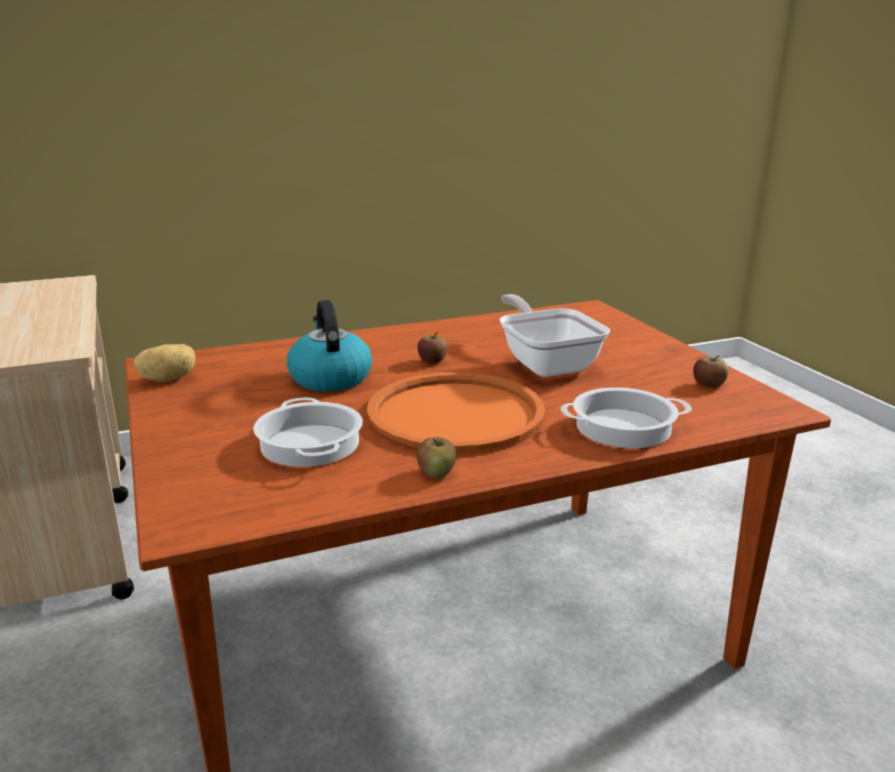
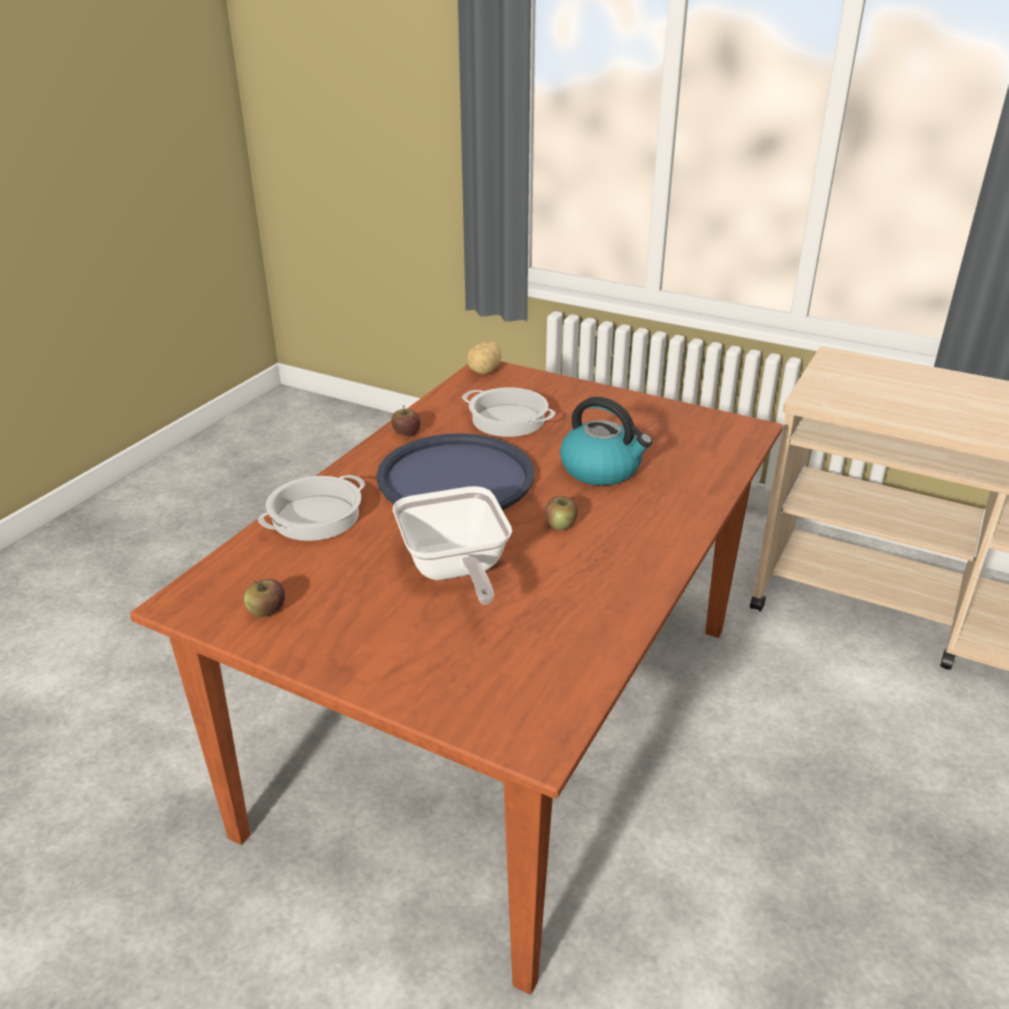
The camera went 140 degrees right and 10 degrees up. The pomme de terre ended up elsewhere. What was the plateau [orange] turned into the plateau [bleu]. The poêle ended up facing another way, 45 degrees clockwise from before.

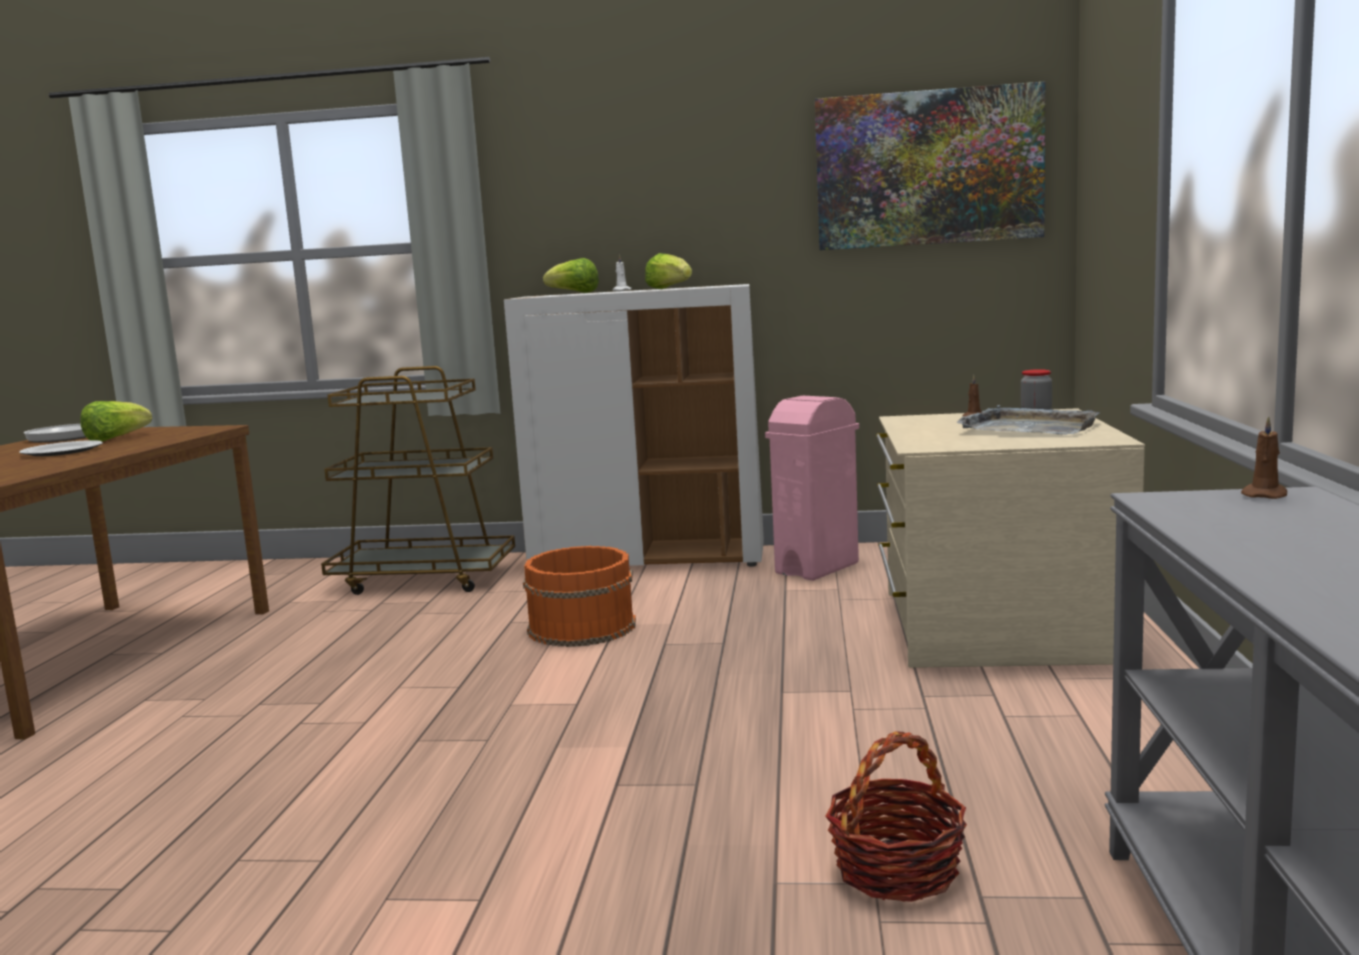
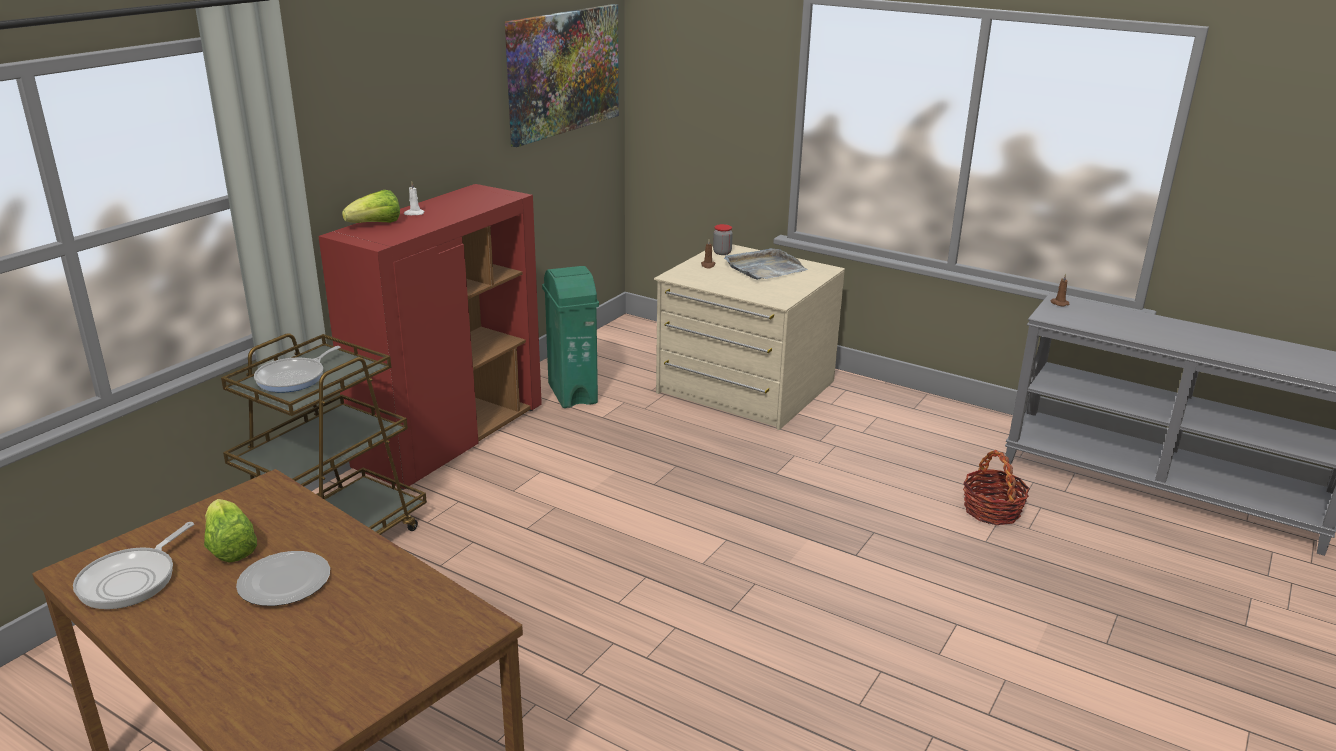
The camera went 65 degrees left and 15 degrees up. The second view lost the seau [orange]. The second view lost the laitue (no. 3 from left). The second view gained the poêle (no. 2 from left). What was the meuble de rangement [blanc] turned into the meuble de rangement [rouge]. What was the poubelle [rose] turned into the poubelle [vert].

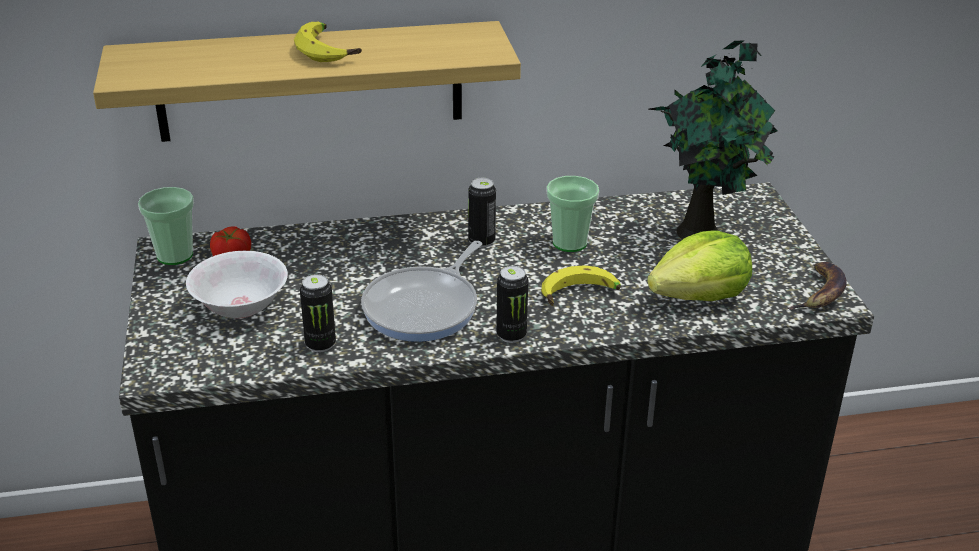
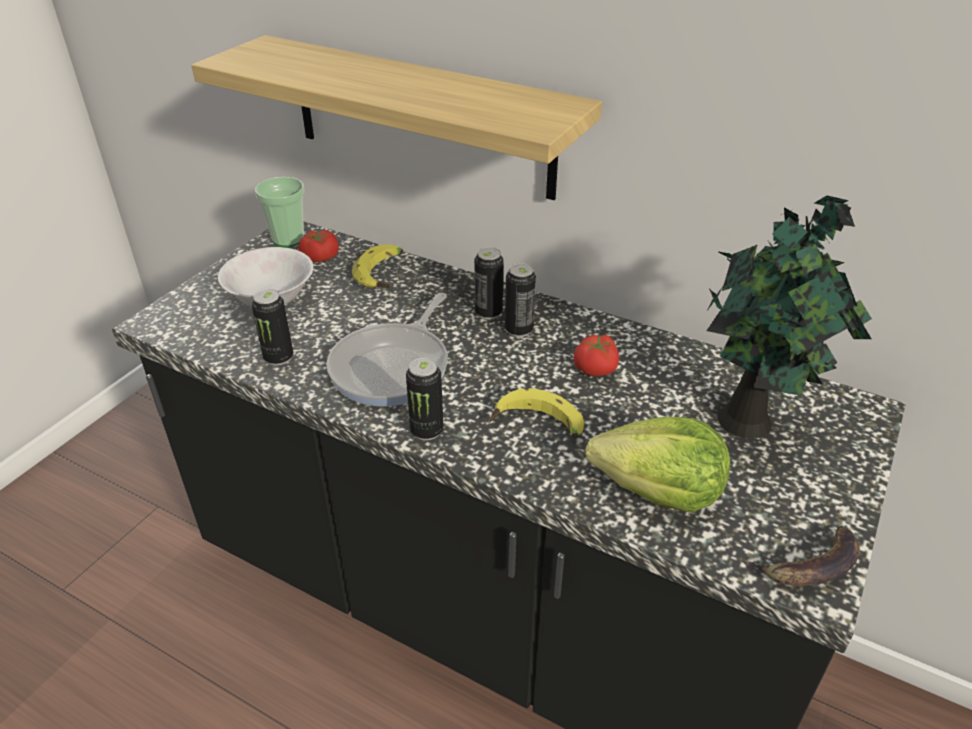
The camera went 40 degrees right and 5 degrees up. The second view gained the boîte métallique (no. 3 from left). The banane (no. 1 from left) ended up elsewhere. Where the tasse (no. 2 from left) stood, the tomate (no. 2 from left) came to stand. The poêle ended up facing another way, 45 degrees counterclockwise from before.

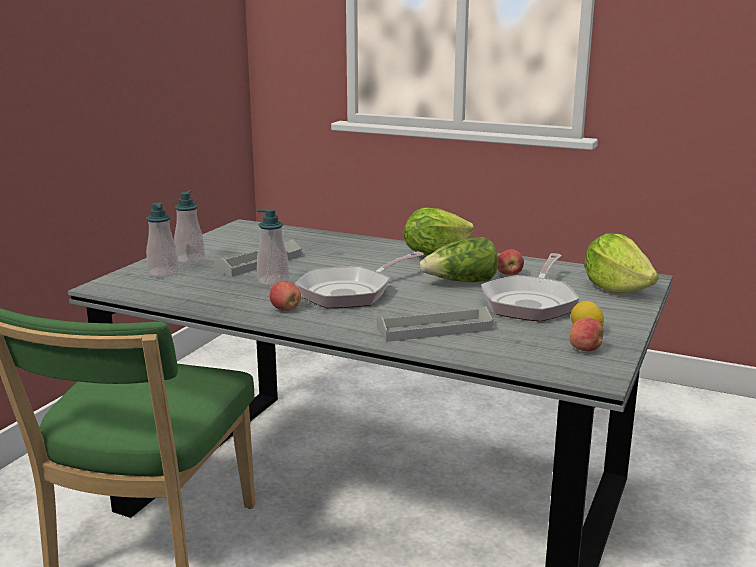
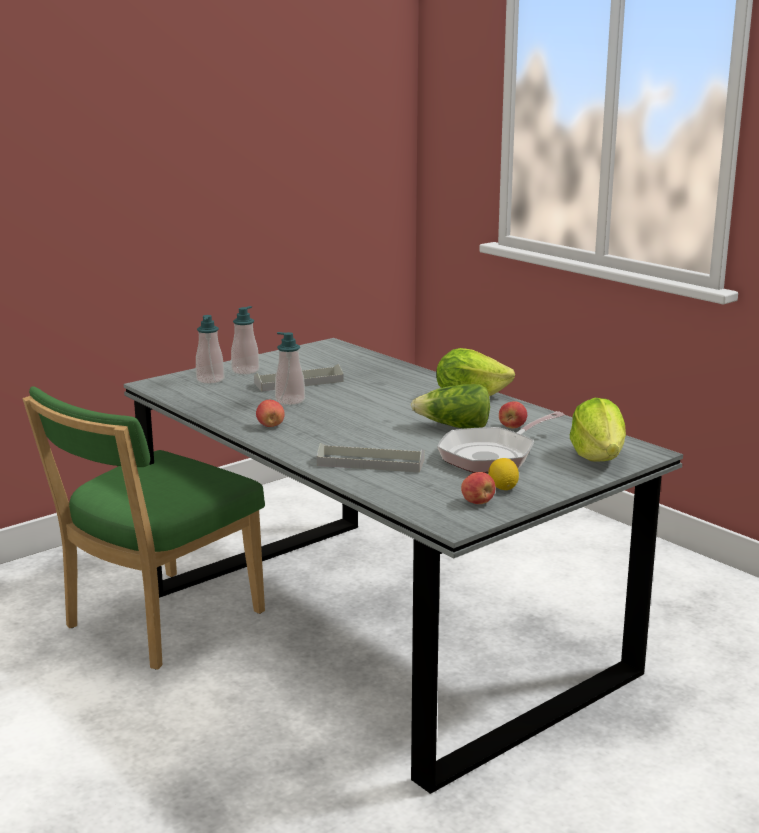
The camera went 25 degrees right and 0 degrees up. The second view lost the poêle (no. 1 from left).

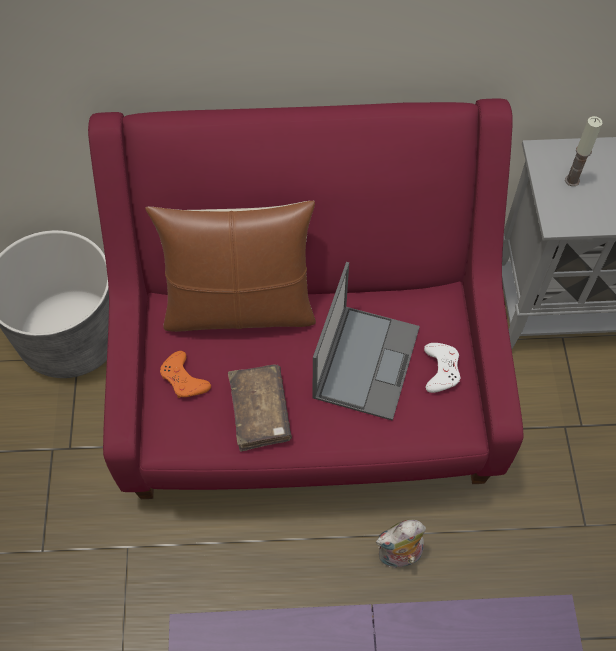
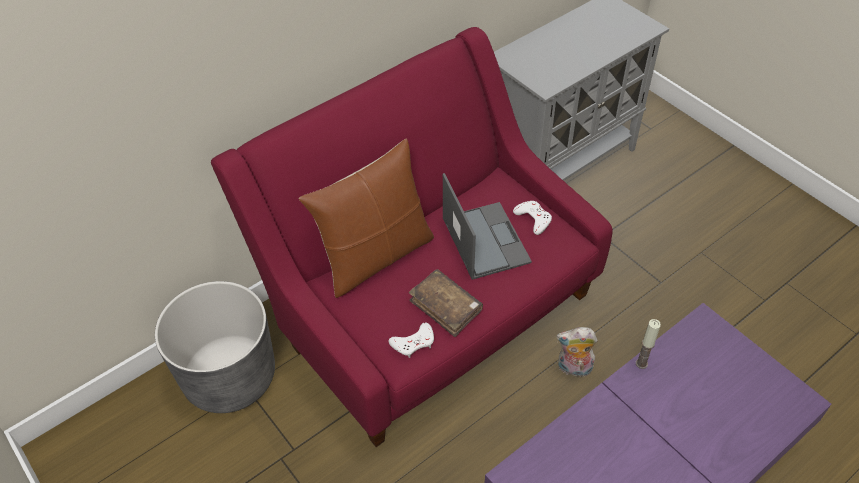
The camera went 35 degrees left and 10 degrees down. The second view lost the manette [orange]. The second view gained the manette [blanc] (no. 1 from left). The bougie ended up elsewhere. The peluche ended up facing another way, 60 degrees clockwise from before.

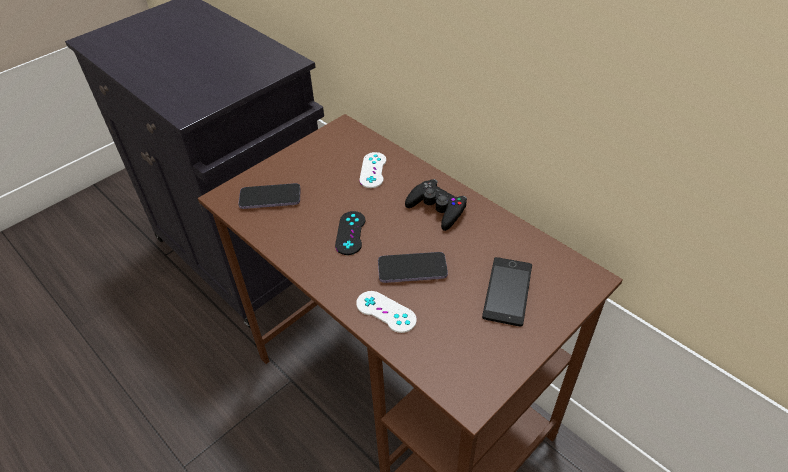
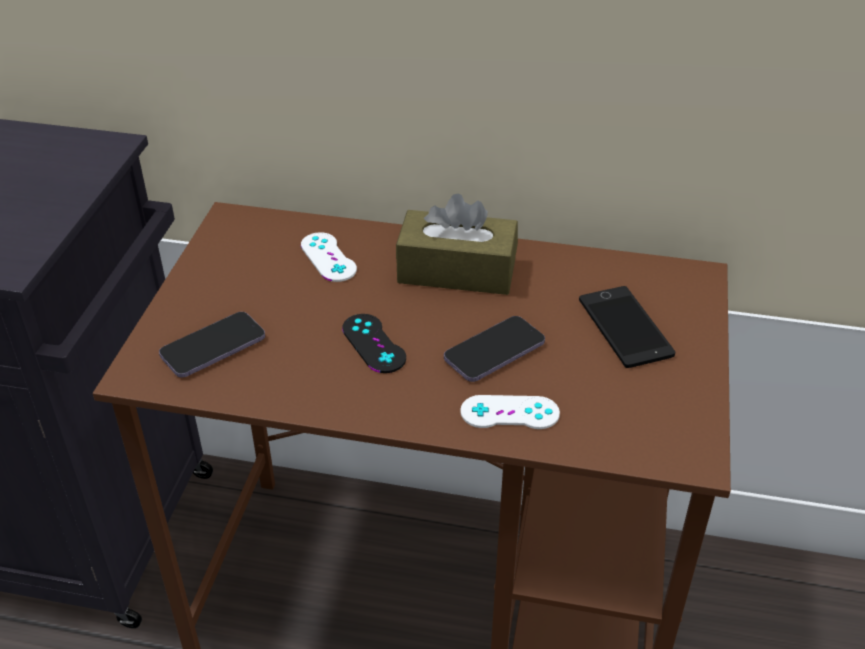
The camera went 35 degrees left and 5 degrees down. Where the manette [noir] (no. 2 from left) stood, the boîte à mouchoirs [marron] came to stand.

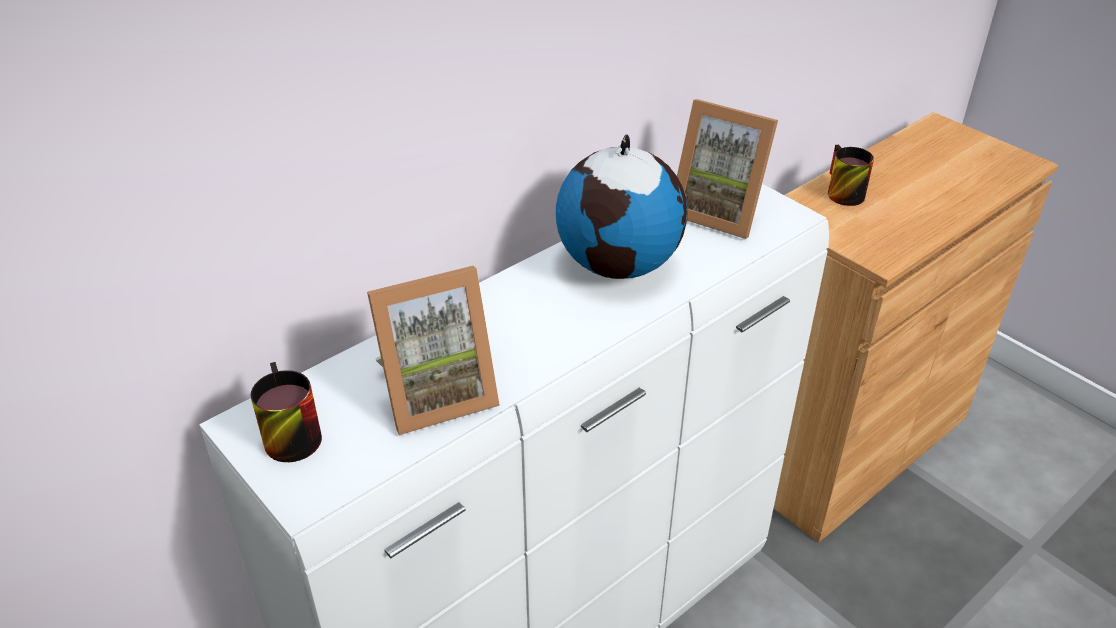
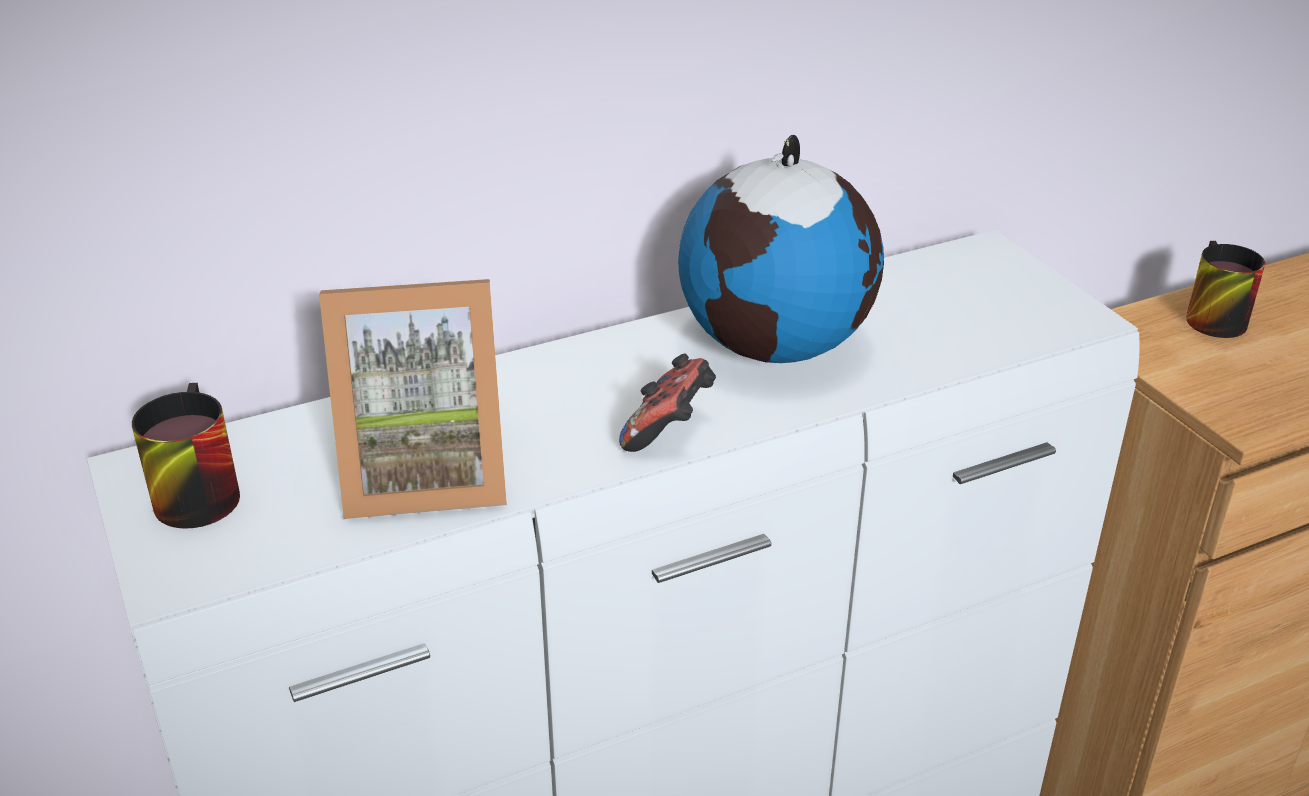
The camera went 15 degrees right and 5 degrees down. The second view lost the cadre photo (no. 2 from left). The second view gained the manette.

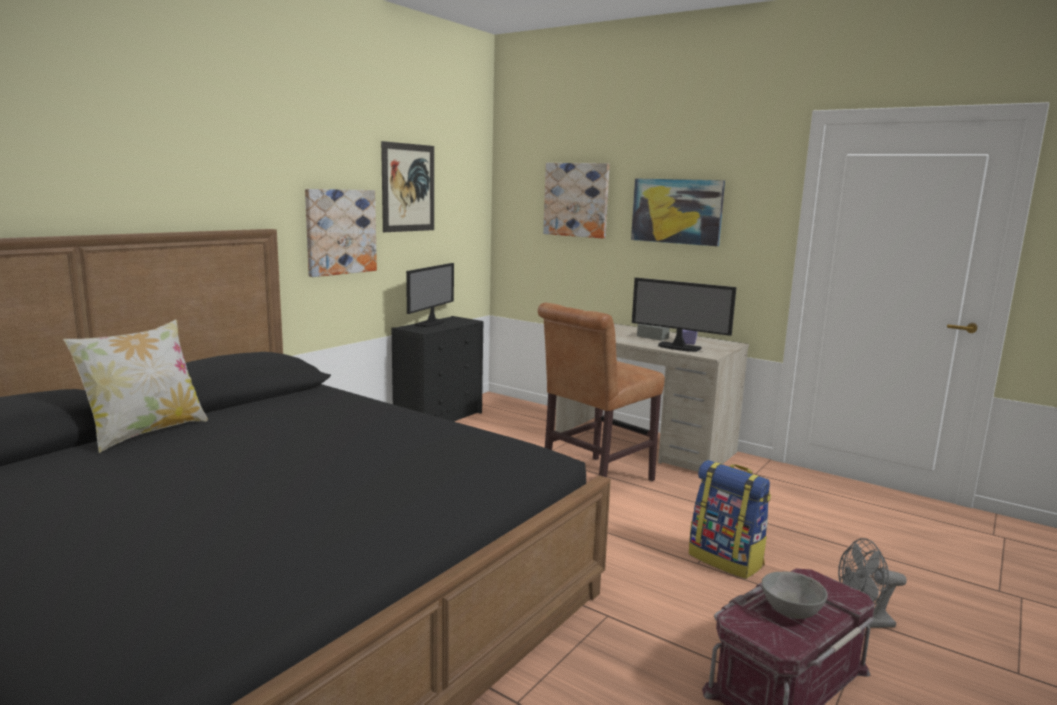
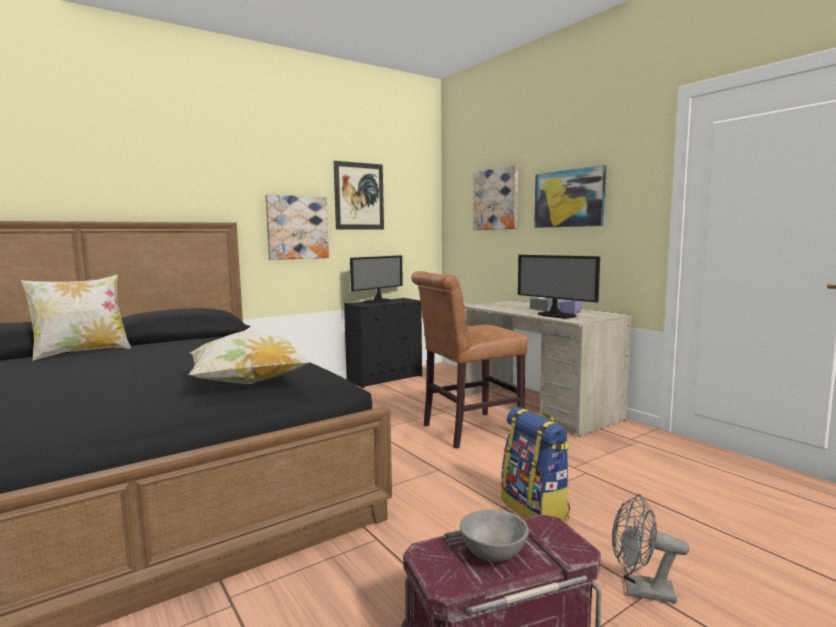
The camera went 20 degrees right and 5 degrees down. The second view gained the coussin (no. 2 from left).

